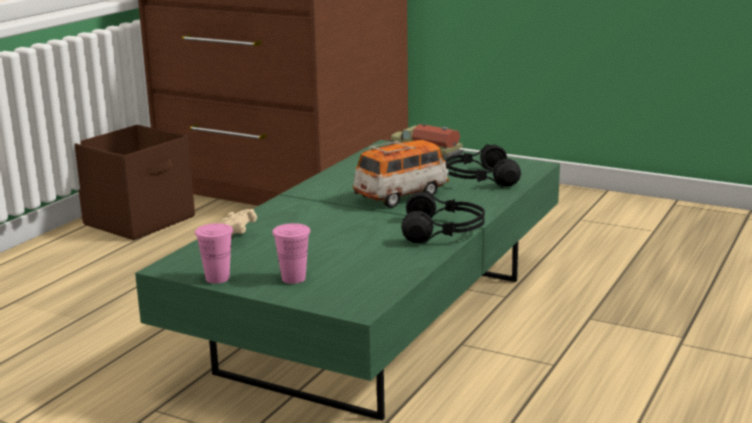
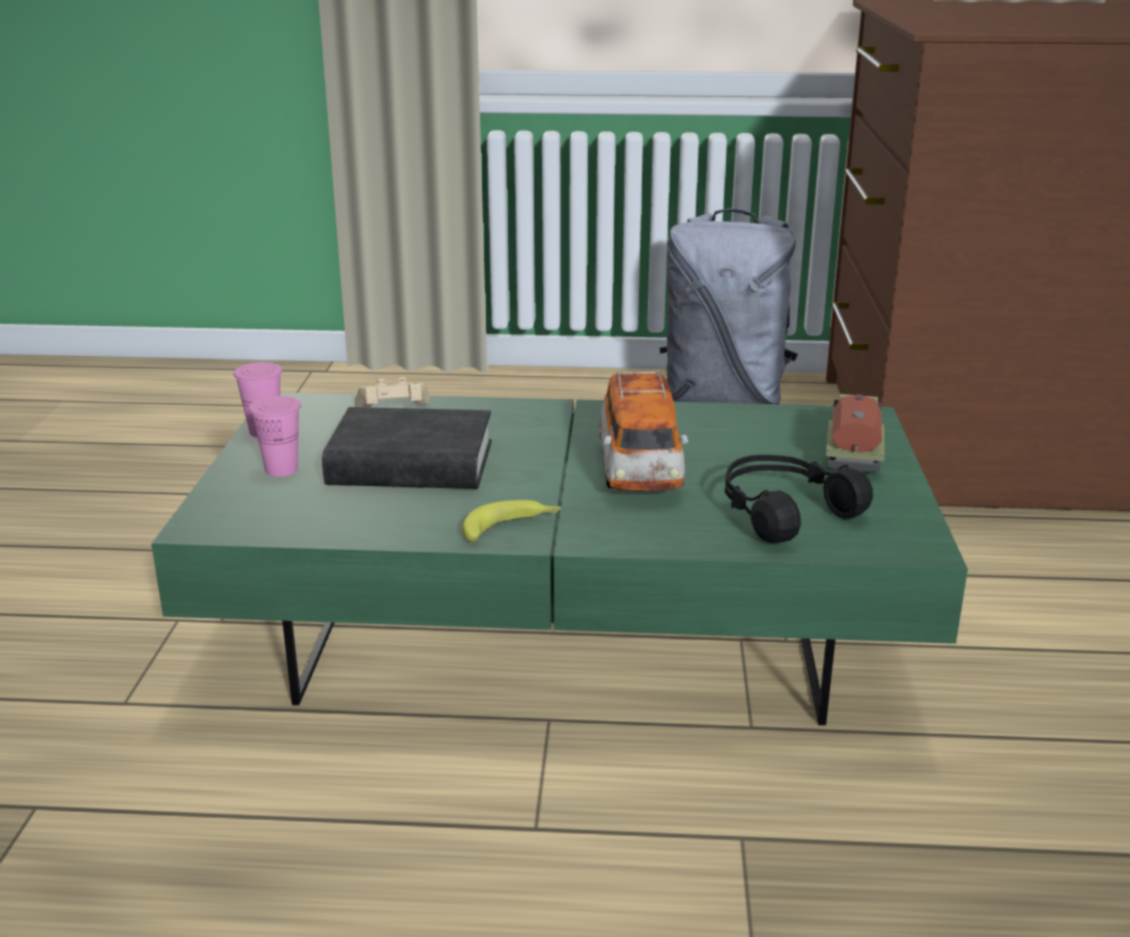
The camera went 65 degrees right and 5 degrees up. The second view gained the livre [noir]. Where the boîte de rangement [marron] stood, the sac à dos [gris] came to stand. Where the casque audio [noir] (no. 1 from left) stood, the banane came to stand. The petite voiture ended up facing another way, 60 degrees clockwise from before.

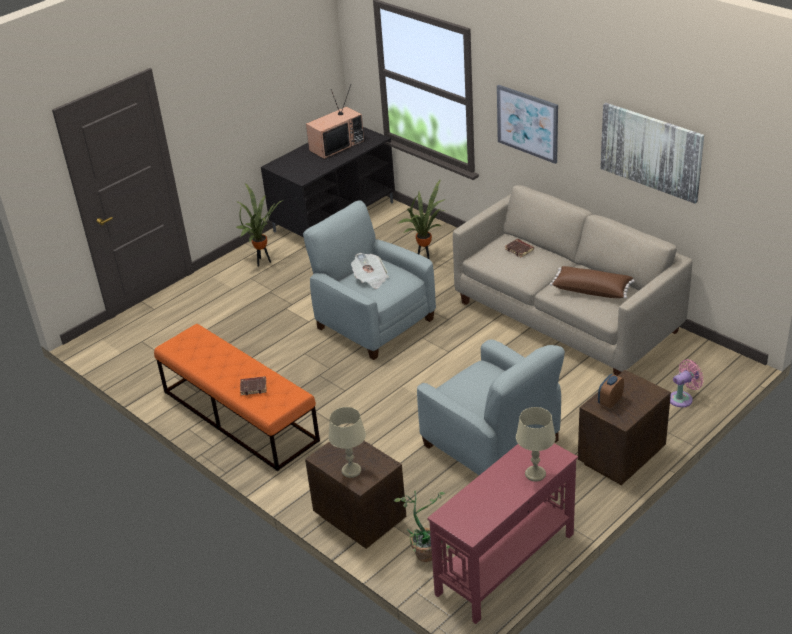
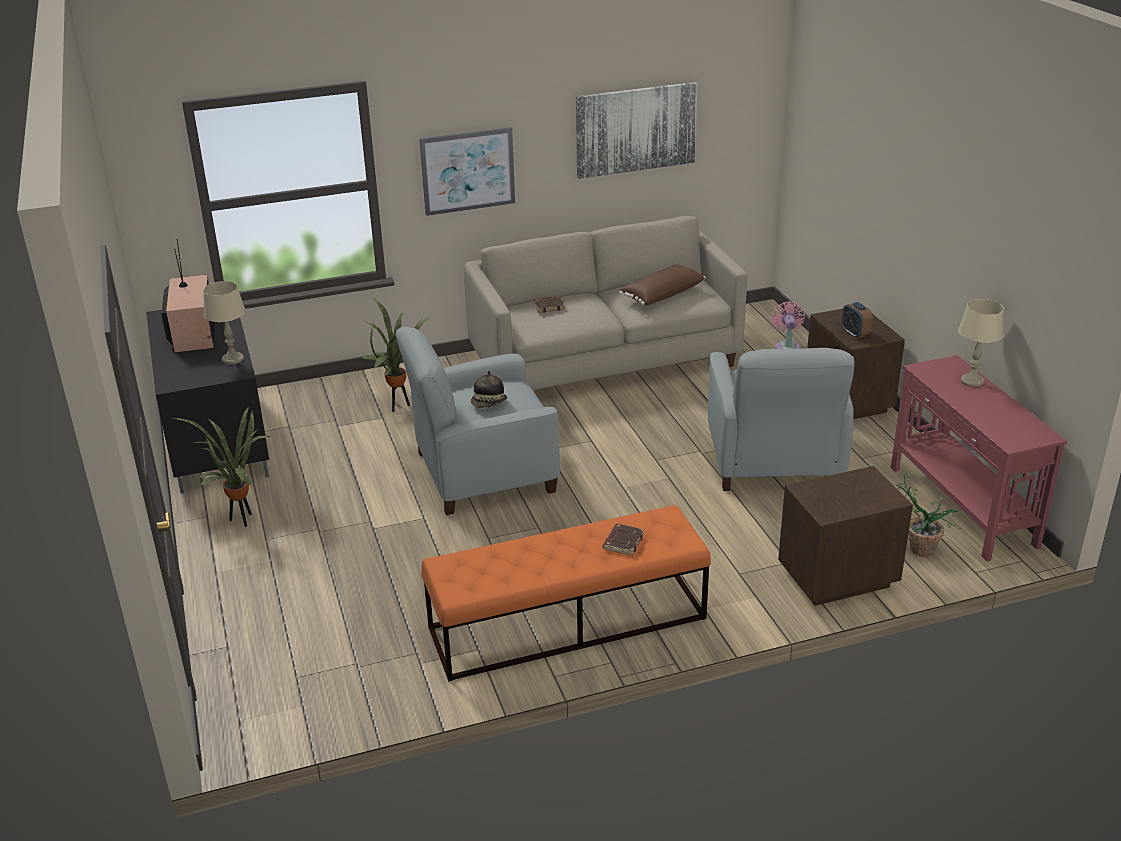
The camera went 65 degrees left and 5 degrees down. The lampe de table [beige] (no. 1 from left) ended up elsewhere. Where the journal stood, the chapeau came to stand. The fauteuil [gris] (no. 2 from left) ended up facing another way, 105 degrees clockwise from before.

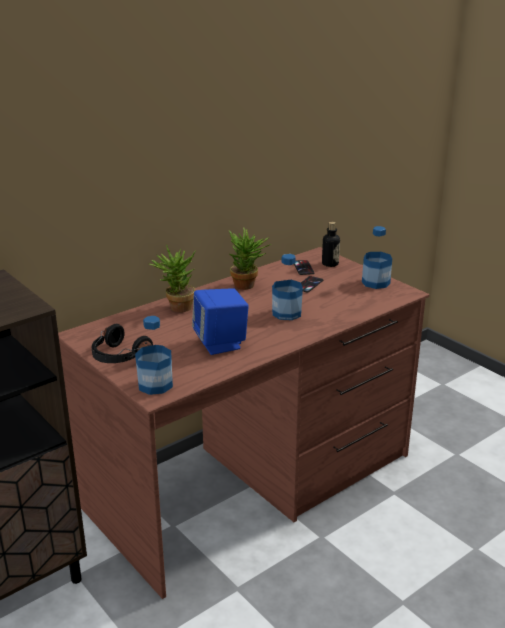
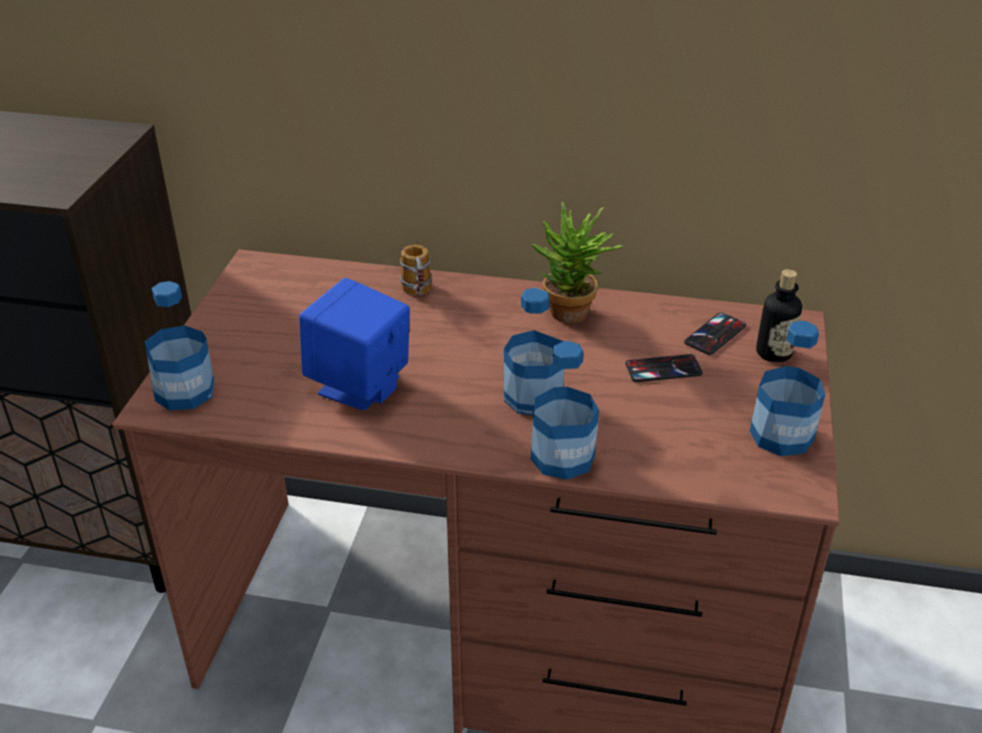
The camera went 50 degrees right and 10 degrees up. The second view lost the casque audio [noir]. The second view gained the bouteille (no. 3 from left). Where the plante en pot (no. 1 from left) stood, the mug came to stand.

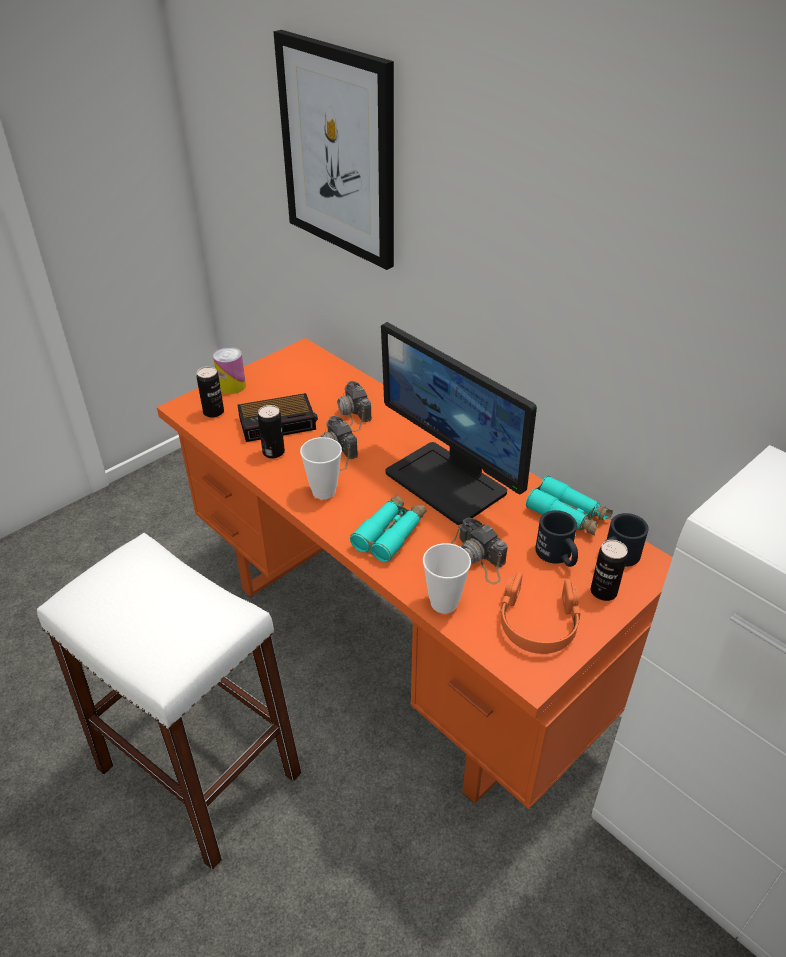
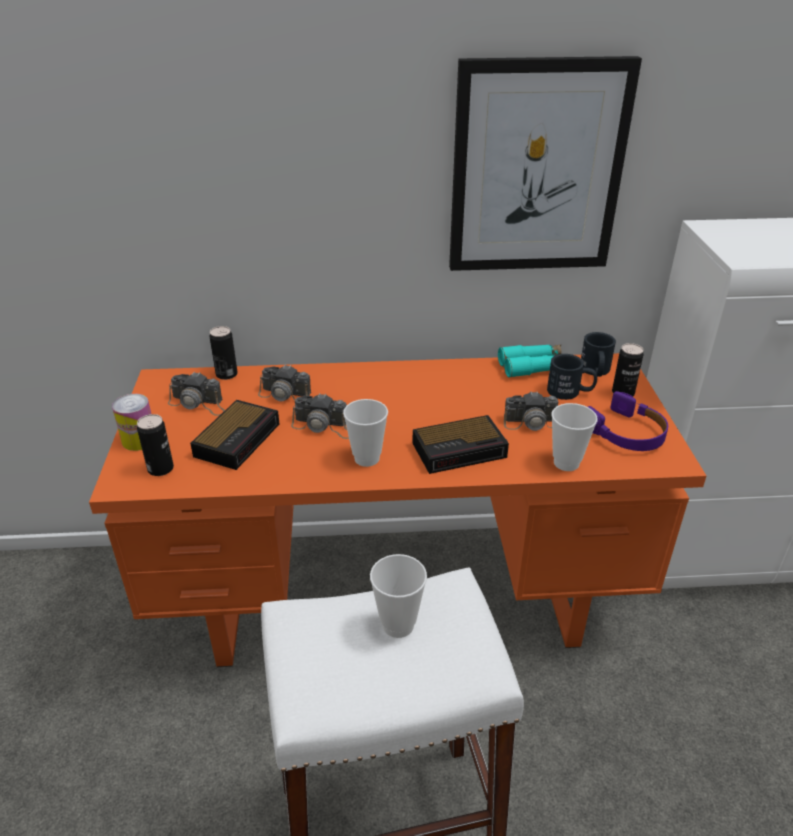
The camera went 50 degrees left and 5 degrees down. The second view lost the écran d'ordinateur. The second view gained the appareil photo (no. 1 from left). The second view gained the tasse (no. 2 from left). The boîte métallique (no. 3 from left) ended up elsewhere. The tableau ended up elsewhere. Where the jumelles [turquoise] (no. 1 from left) stood, the réveil (no. 2 from left) came to stand. What was the casque audio [orange] turned into the casque audio [violet].

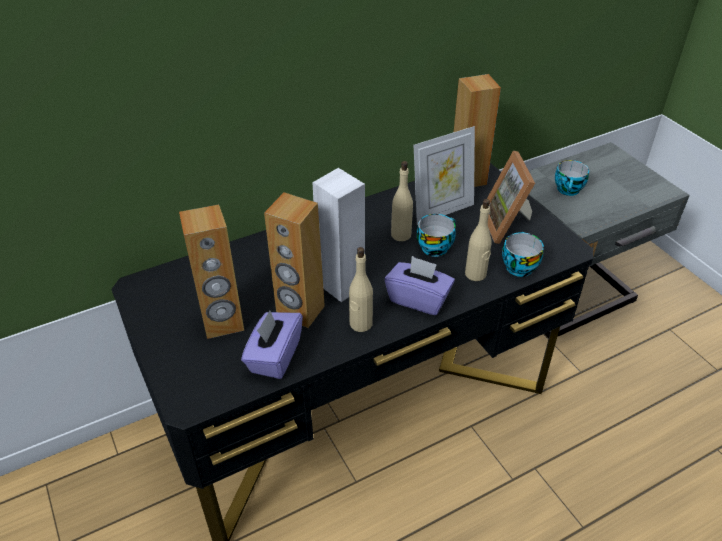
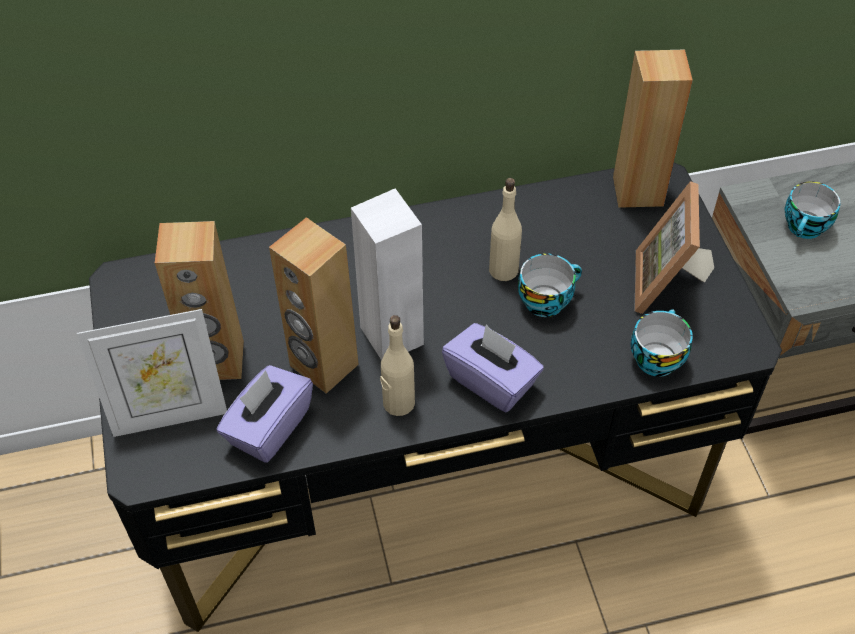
The camera went 15 degrees right and 10 degrees up. The second view lost the bouteille [beige] (no. 3 from left). The cadre photo (no. 1 from left) ended up elsewhere.

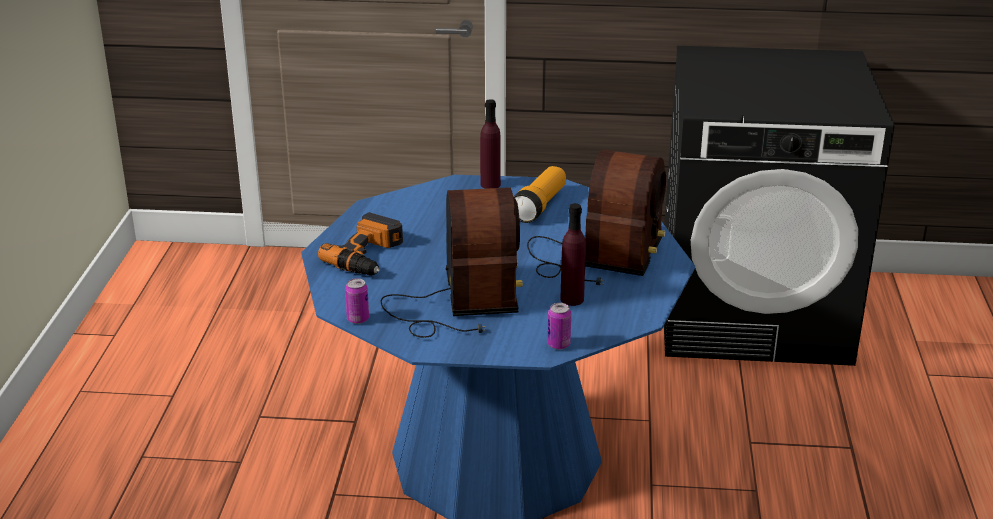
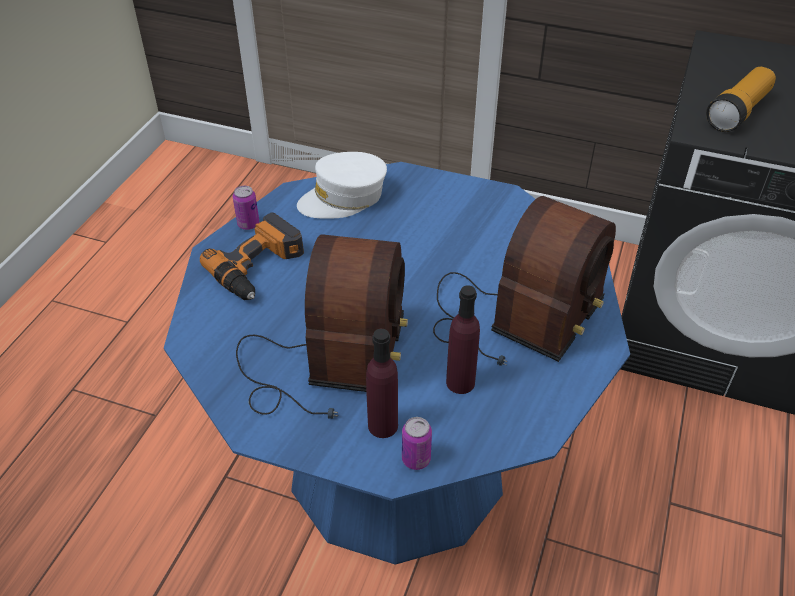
The camera went 15 degrees right and 15 degrees up. The second view gained the casquette [blanc]. The boîte métallique (no. 1 from left) ended up elsewhere. The bouteille [violet] (no. 1 from left) ended up elsewhere. The lampe de poche ended up elsewhere.

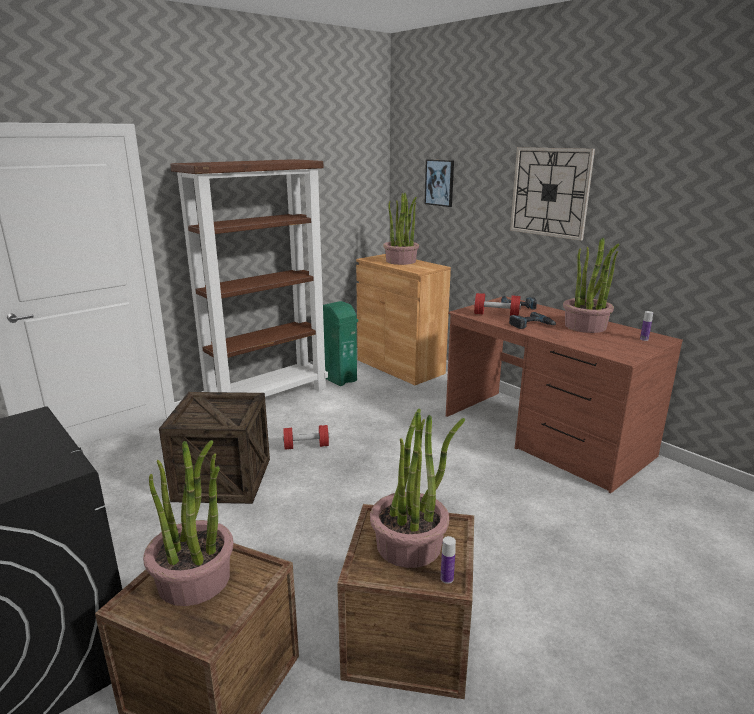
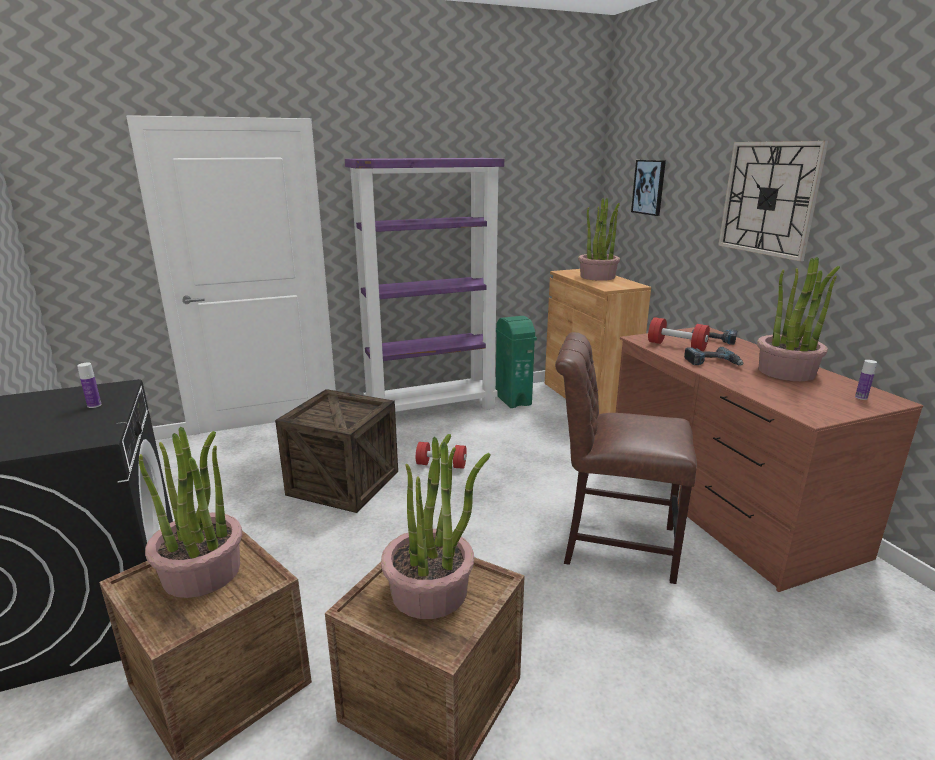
The camera went 20 degrees right and 0 degrees up. The second view gained the chaise [marron]. The bouteille (no. 1 from left) ended up elsewhere. What was the bibliothèque [marron] turned into the bibliothèque [violet].

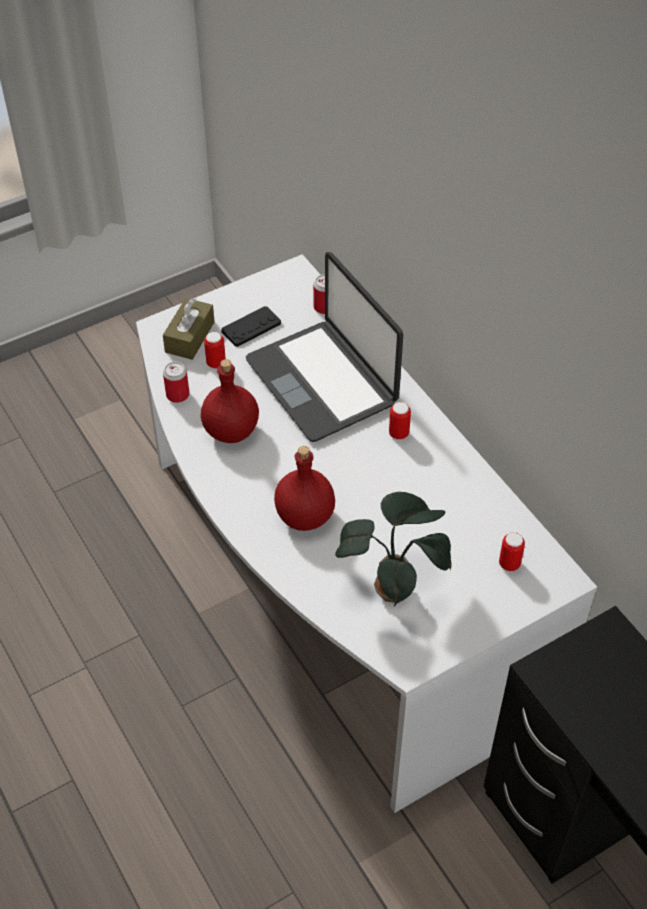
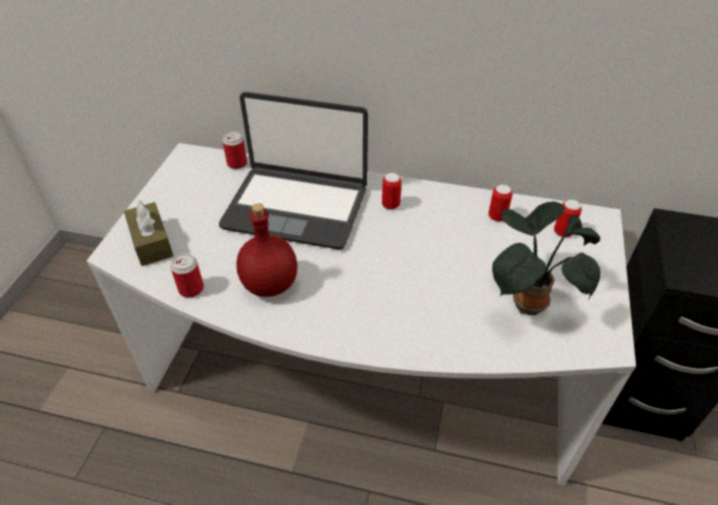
The camera went 45 degrees left and 5 degrees down. The second view lost the manette [noir]. The second view lost the bouteille [rouge] (no. 2 from left). The boîte métallique (no. 2 from left in the first image) ended up elsewhere.

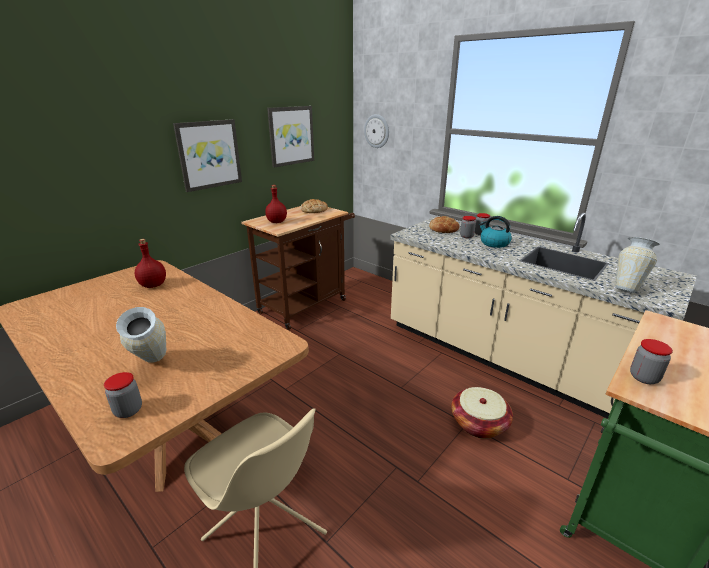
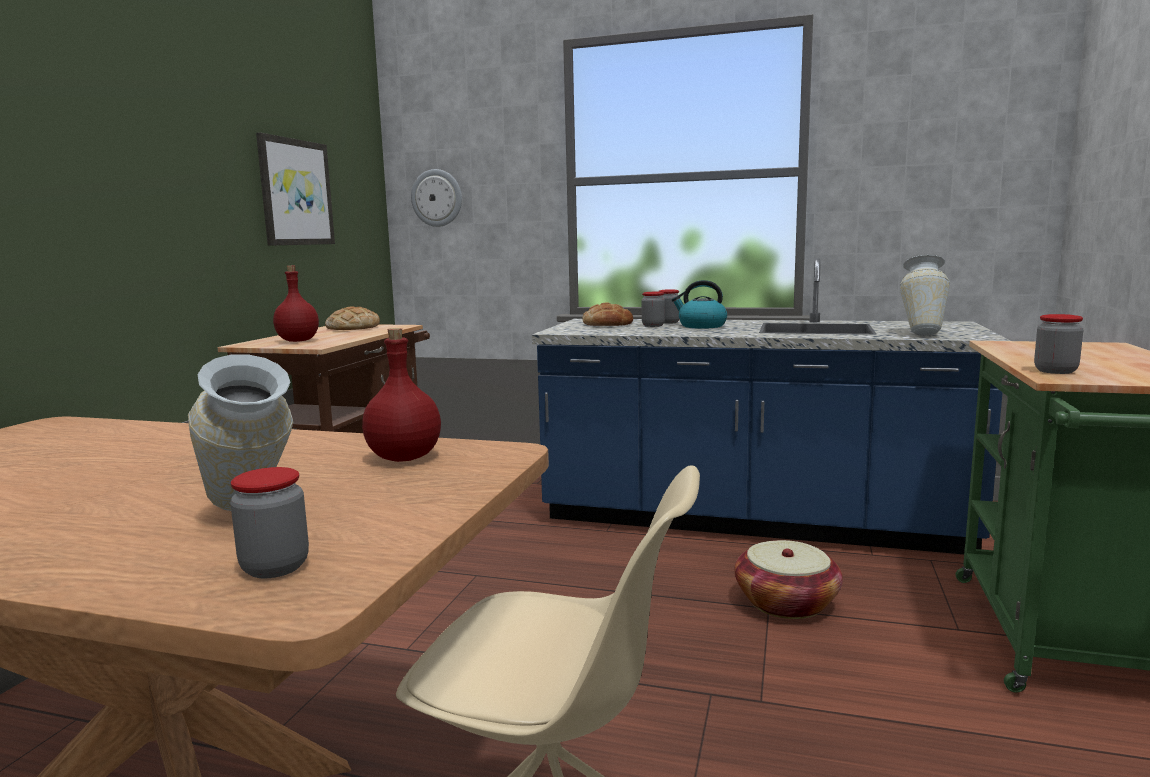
The camera went 25 degrees left and 15 degrees down. The second view lost the tableau (no. 1 from left). The bouteille [rouge] (no. 1 from left in the first image) ended up elsewhere. What was the comptoir de cuisine [beige] turned into the comptoir de cuisine [bleu].

